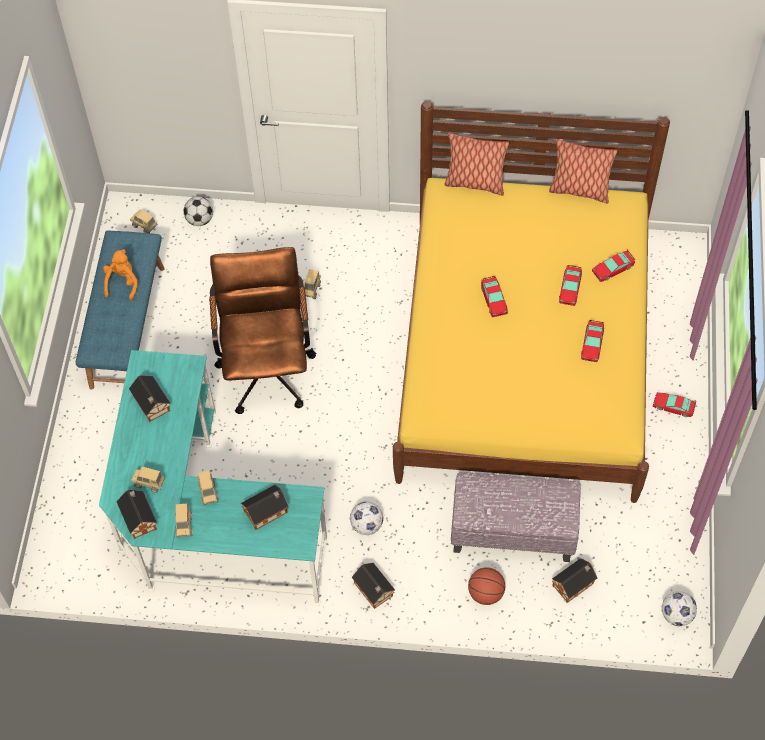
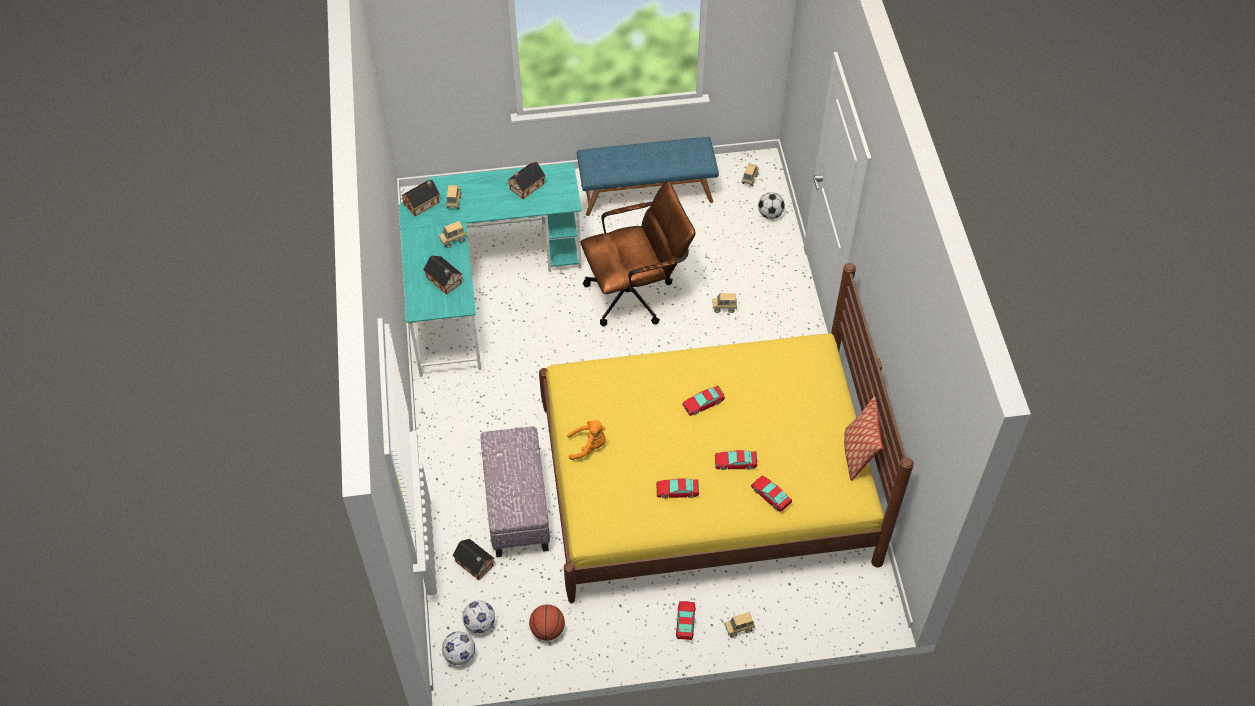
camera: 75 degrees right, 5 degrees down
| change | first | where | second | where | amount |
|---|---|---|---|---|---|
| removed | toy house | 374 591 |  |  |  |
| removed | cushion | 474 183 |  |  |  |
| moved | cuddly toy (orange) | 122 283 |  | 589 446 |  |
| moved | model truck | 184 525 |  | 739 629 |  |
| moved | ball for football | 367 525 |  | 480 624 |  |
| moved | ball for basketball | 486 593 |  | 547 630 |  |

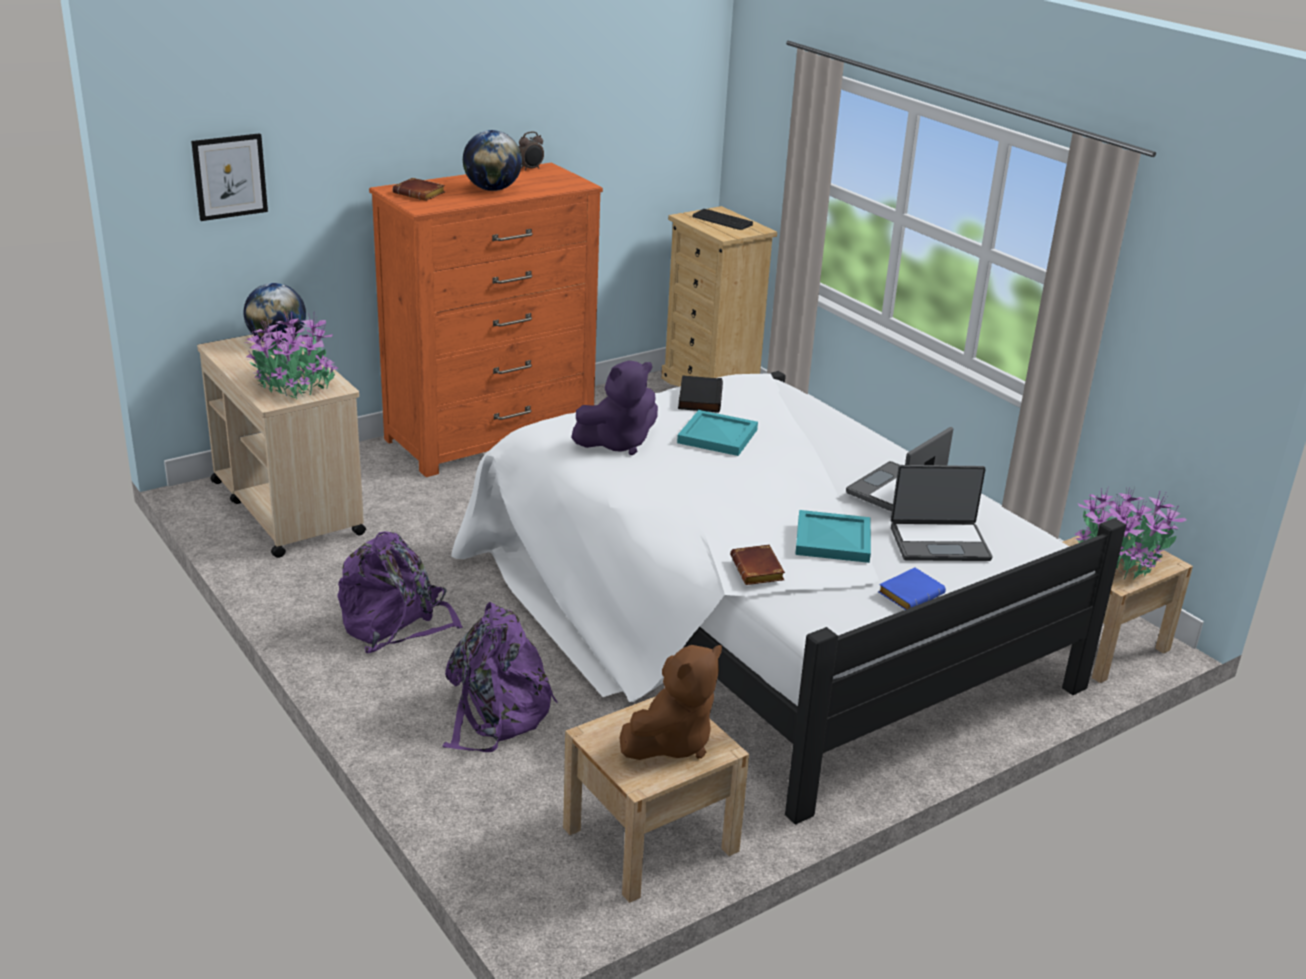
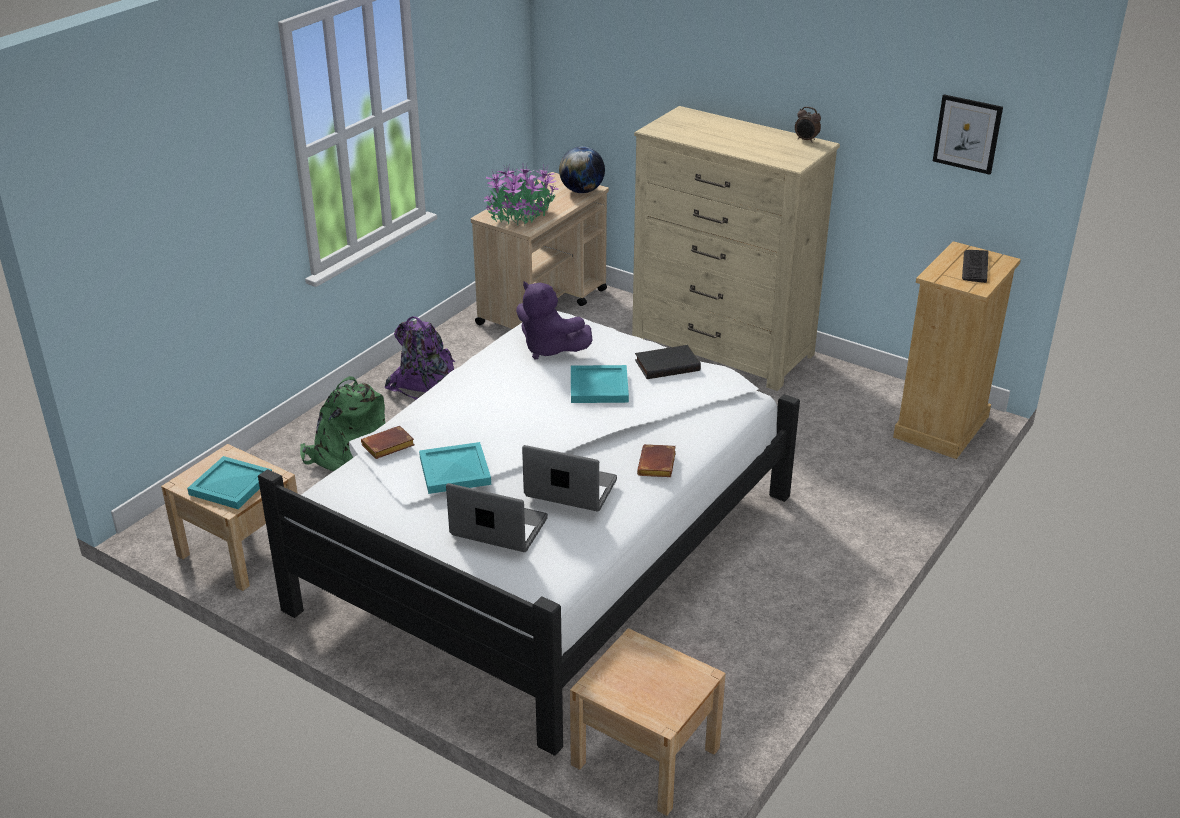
camera: 70 degrees right, 5 degrees up
| change | first | where | second | where | amount |
|---|---|---|---|---|---|
| removed | world globe | 492 189 |  |  |  |
| removed | volume (blue-coloured) | 910 593 |  |  |  |
| removed | potted plant | 1118 560 |  |  |  |
| moved | picture | 229 176 |  | 967 134 |  |
| moved | volume (brown) | 421 194 |  | 658 466 |  |
| replaced | cuddly toy (brown) | 671 742 | carrying tray (turquoise) | 229 485 |  |
| recoloured | dresser (orange) | 490 437 | dresser (beige-coloured) | 722 349 |  |
| recoloured | knapsack (purplish) | 495 713 | knapsack (green-coloured) | 348 454 |  |
| turned | laptop | 939 542 |  | 498 528 | 135 degrees clockwise |

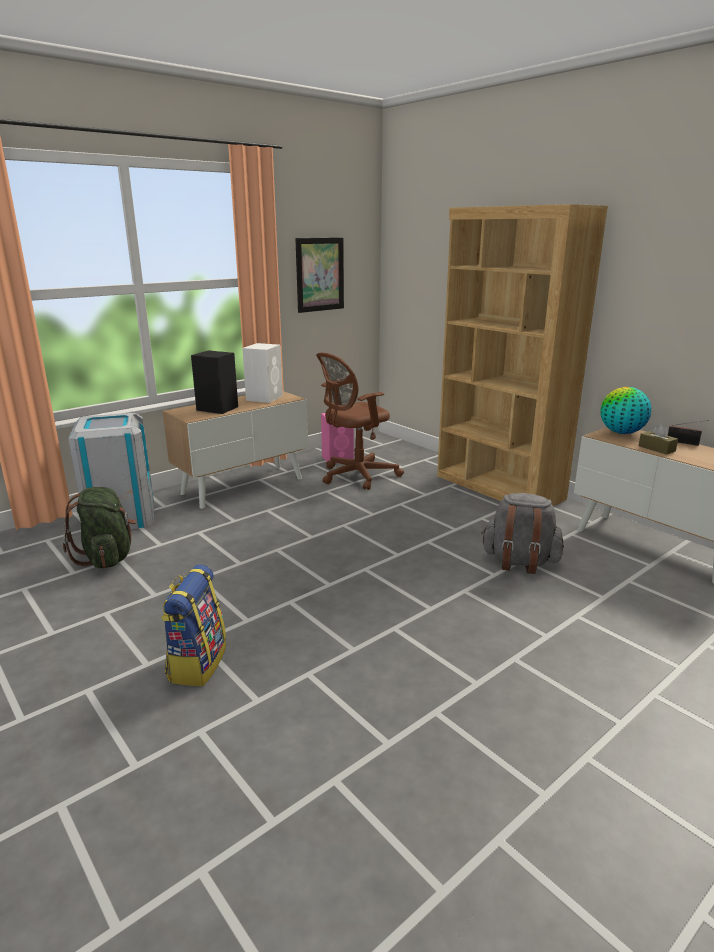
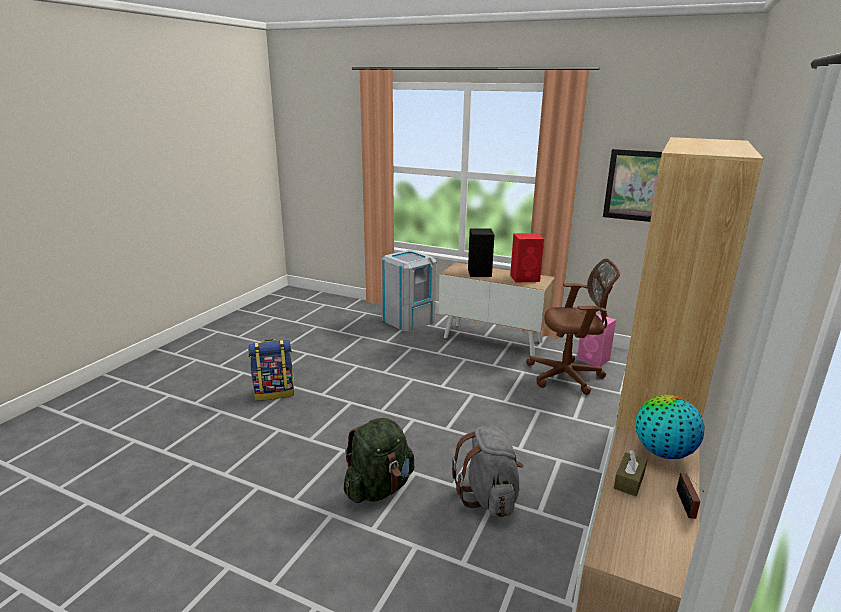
camera: 65 degrees right, 0 degrees up
| change | first | where | second | where | amount |
|---|---|---|---|---|---|
| moved | knapsack (green-coloured) | 107 557 |  | 379 488 |  |
| recoloured | speaker (white-coloured) | 265 397 | speaker (red-coloured) | 525 278 |  |
| turned | desk chair (brown) | 356 476 |  | 568 376 | 150 degrees clockwise |

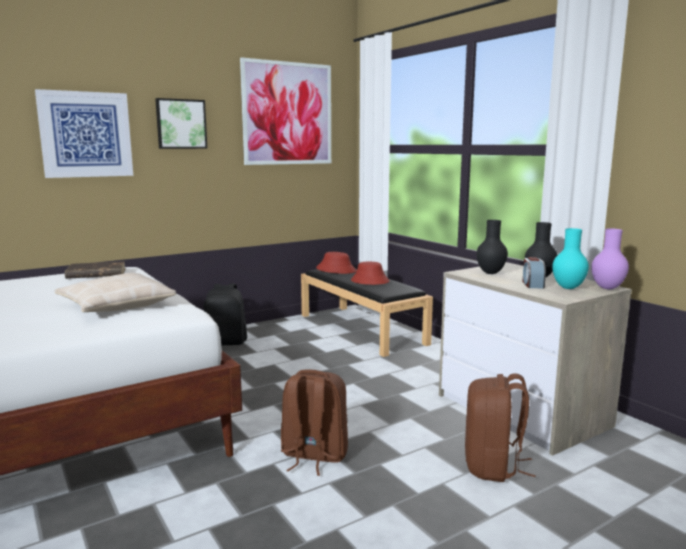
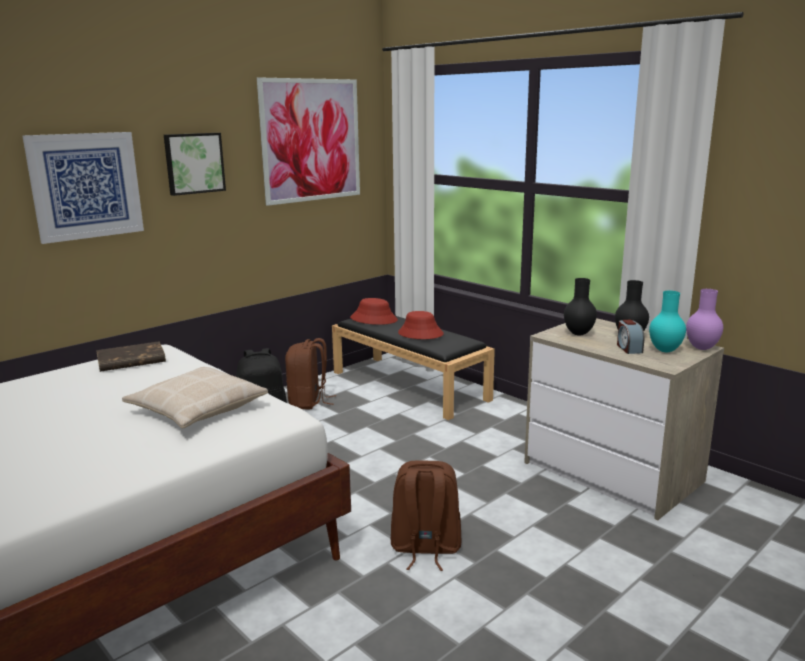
camera: 10 degrees left, 5 degrees up
| change | first | where | second | where | amount |
|---|---|---|---|---|---|
| moved | knapsack (brown) | 493 466 |  | 309 402 |  |

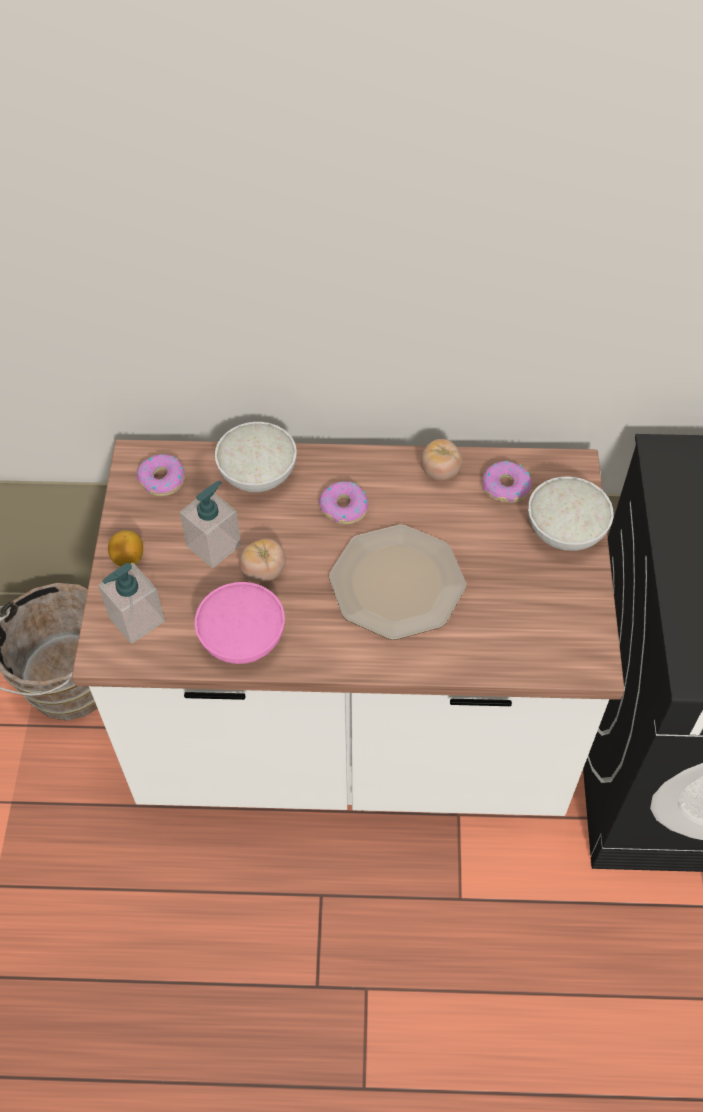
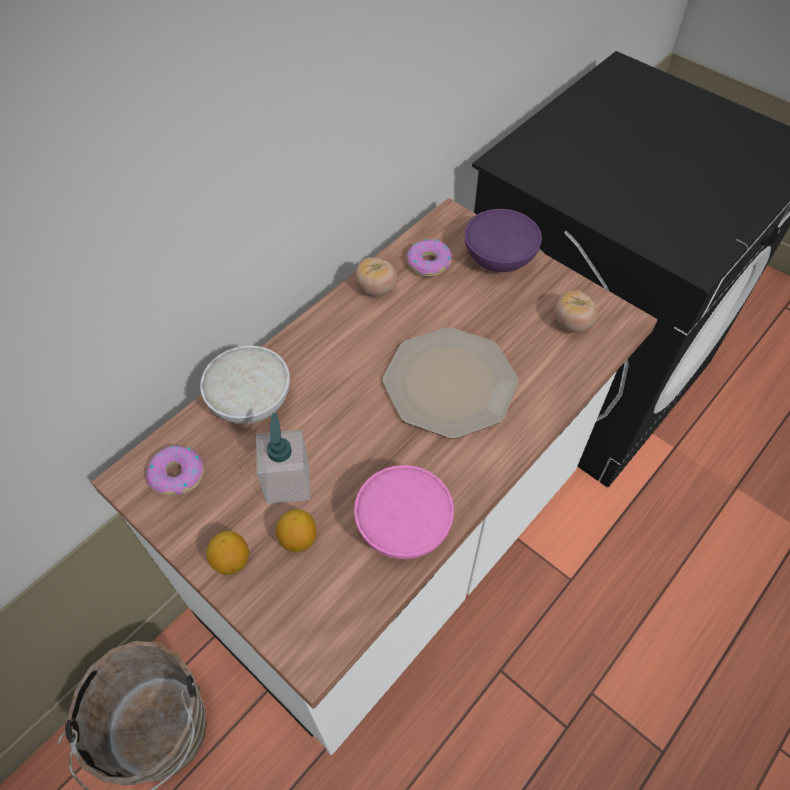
camera: 50 degrees left, 0 degrees up
| change | first | where | second | where | amount |
|---|---|---|---|---|---|
| removed | liquid soap bottle | 136 619 |  |  |  |
| removed | doughnut | 344 507 |  |  |  |
| added |  |  | citrus fruit | 298 539 |  |
| moved | whole tomato | 264 572 |  | 572 324 |  |
| recoloured | deep dish (white-coloured) | 565 532 | deep dish (purplish) | 500 259 |  |

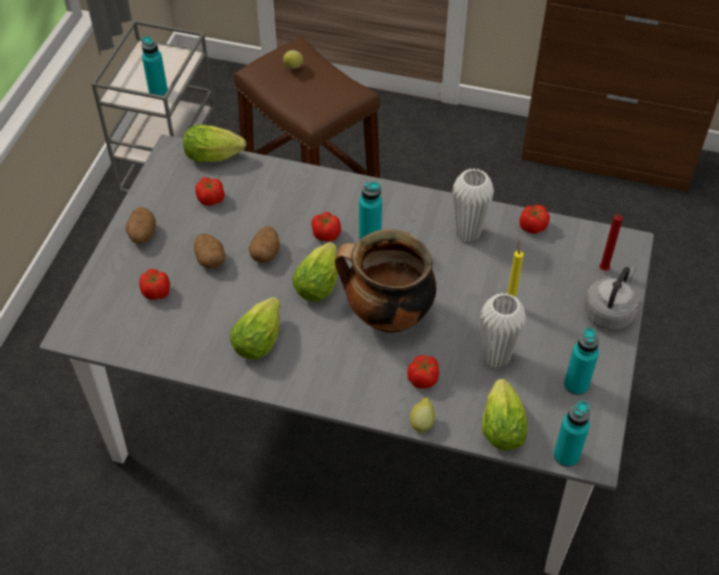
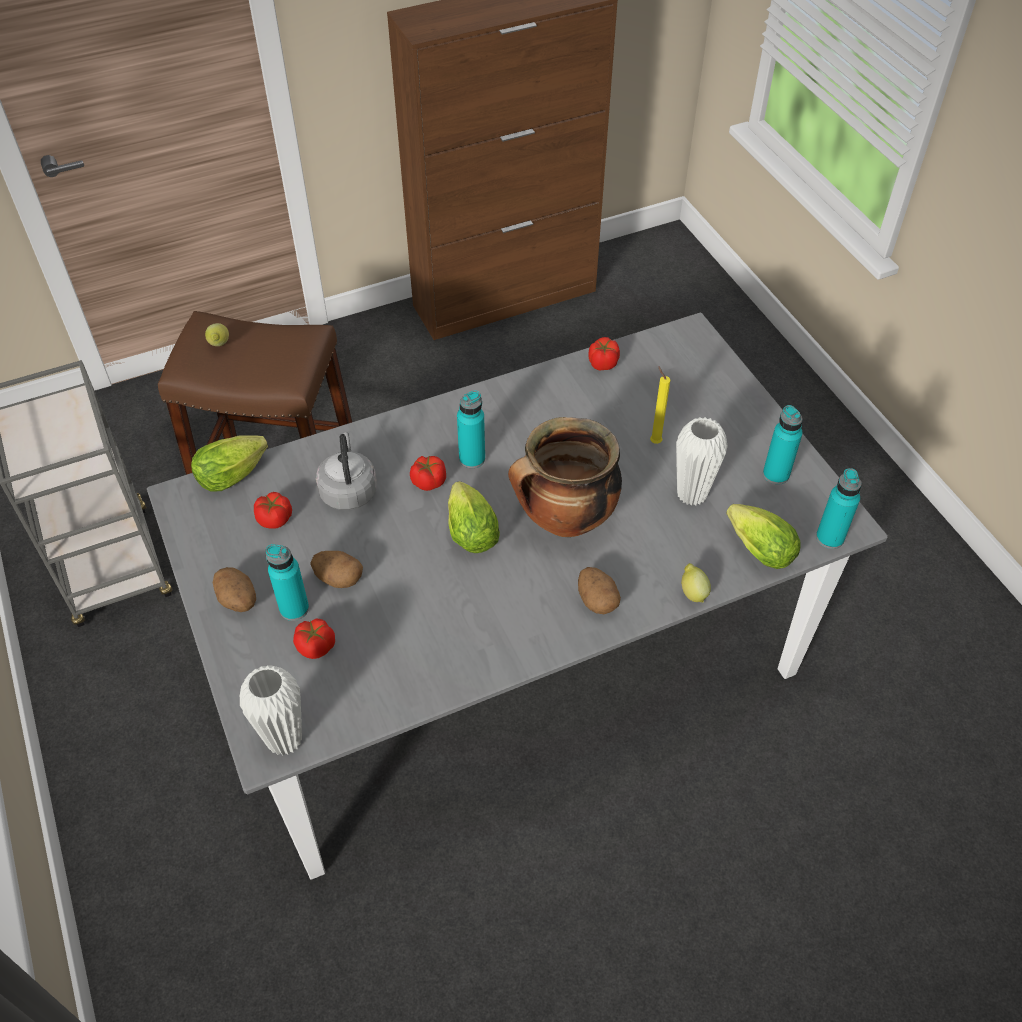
camera: 40 degrees left, 0 degrees up
| change | first | where | second | where | amount |
|---|---|---|---|---|---|
| removed | lettuce head | 260 338 |  |  |  |
| removed | whole tomato | 423 379 |  |  |  |
| removed | candle (red-coloured) | 602 270 |  |  |  |
| moved | bottle (turquoise) | 158 91 |  | 294 608 |  |
| moved | whole potato | 265 253 |  | 597 600 |  |
| moved | flower vase (white-coloured) | 468 233 |  | 284 740 |  |
| moved | water kettle (gray) | 609 312 |  | 348 490 |  |

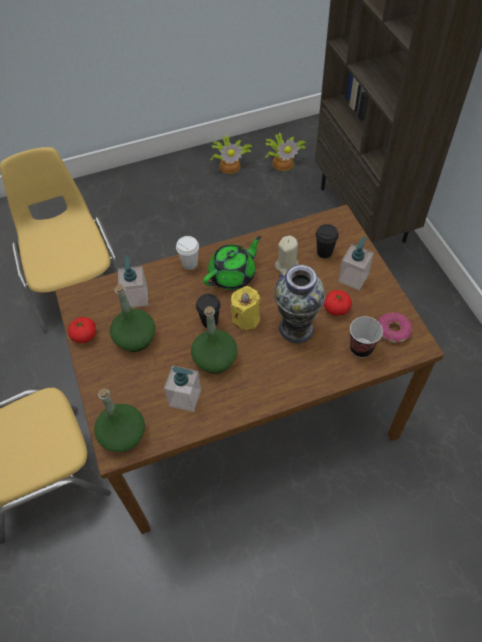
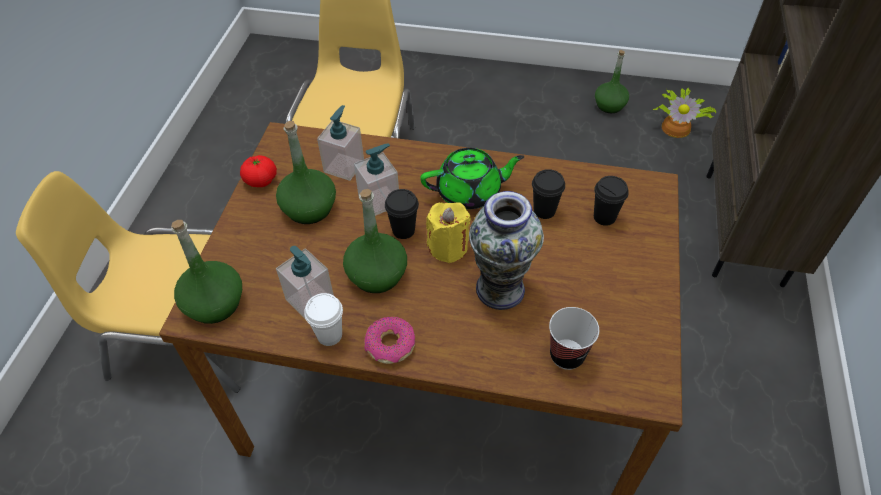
camera: 30 degrees right, 5 degrees down
| change | first | where | second | where | amount |
|---|---|---|---|---|---|
| removed | whole tomato | 336 308 |  |  |  |
| moved | drinking cup (white-coloured) | 190 264 |  | 329 335 |  |
| moved | liquid soap bottle | 353 278 |  | 379 201 |  |
| moved | doughnut | 393 331 |  | 390 345 |  |
| replaced | potted plant | 230 165 | bottle (green-coloured) | 609 105 |  |
| replaced | candle (beige-coloured) | 287 265 | drinking cup (black) | 544 211 |  |

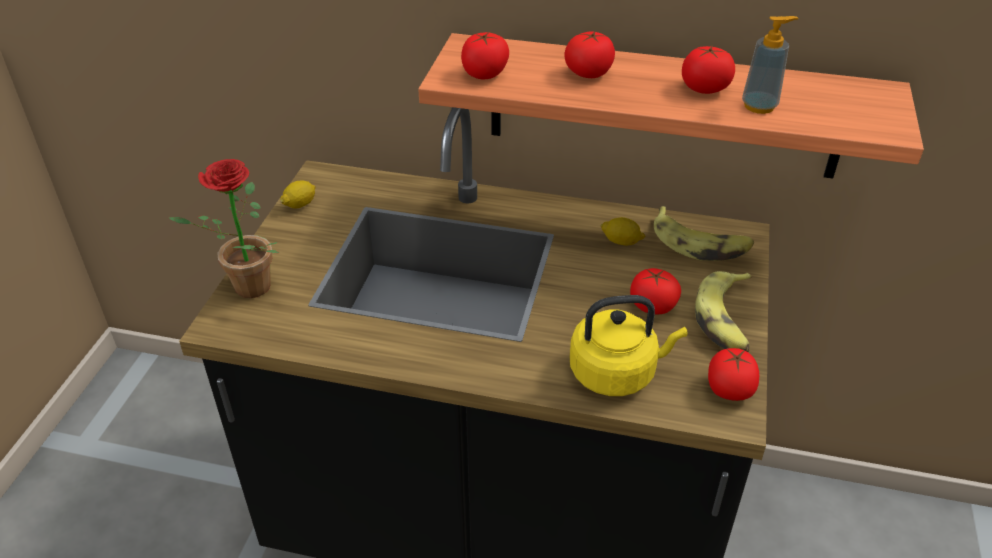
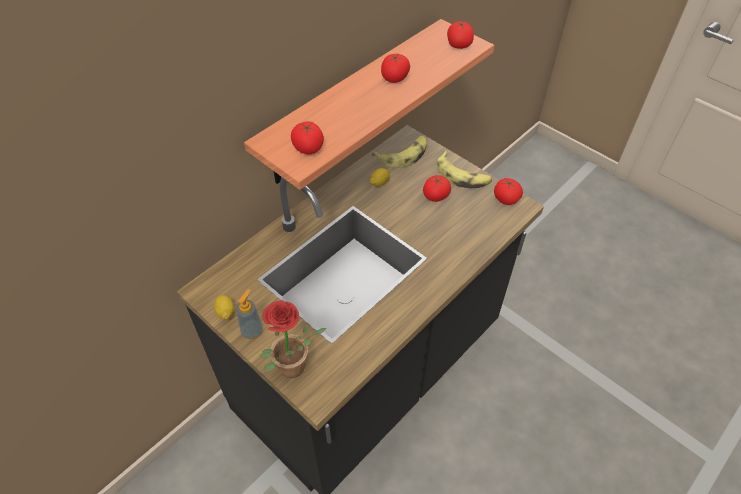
camera: 60 degrees left, 10 degrees up
| change | first | where | second | where | amount |
|---|---|---|---|---|---|
| removed | water kettle (yellow-coloured) | 617 372 |  |  |  |
| moved | whole tomato | 588 73 |  | 458 45 |  |
| moved | liquid soap bottle | 759 106 |  | 252 331 |  |

